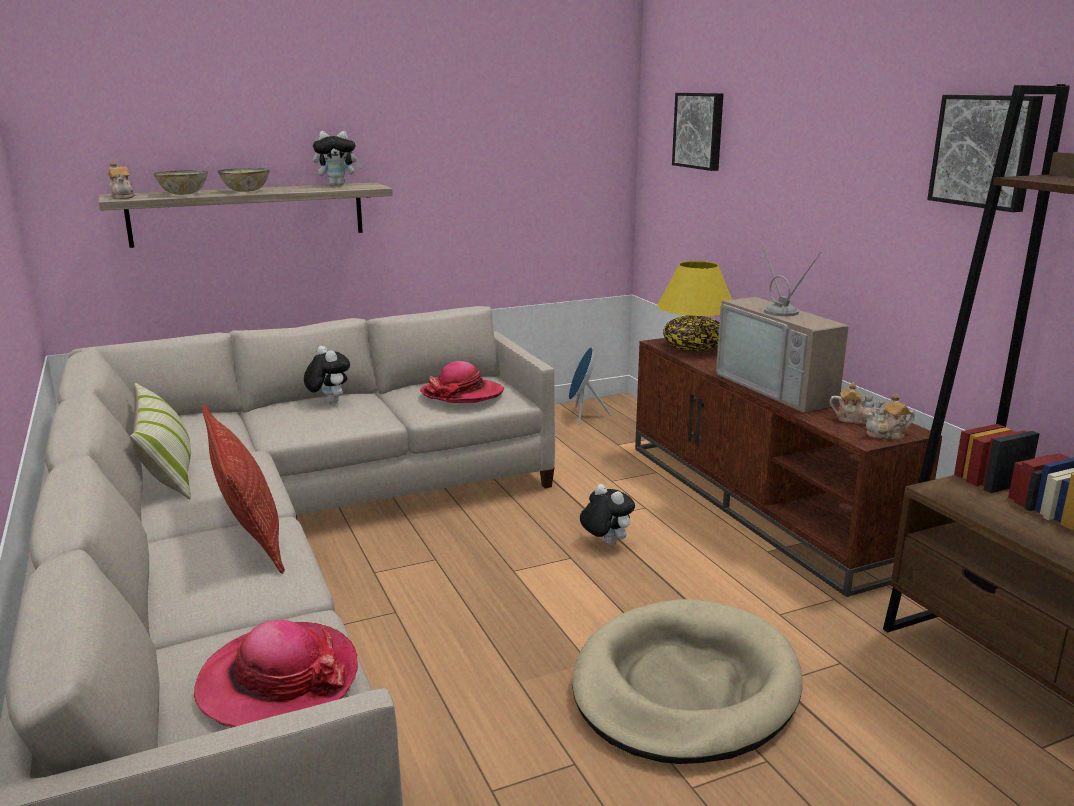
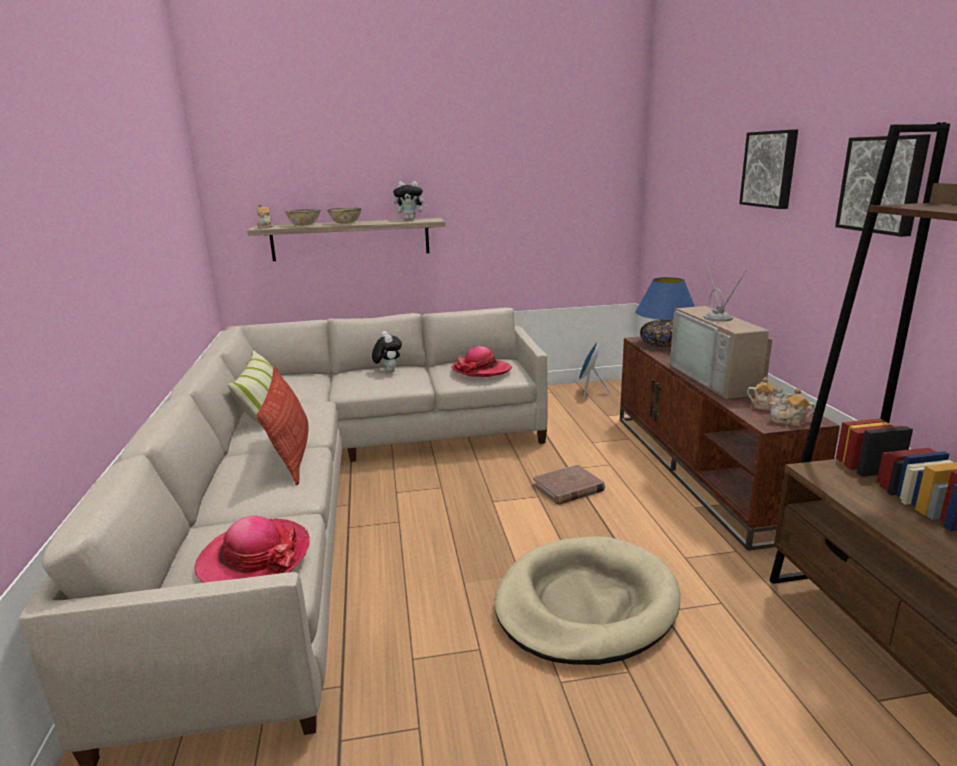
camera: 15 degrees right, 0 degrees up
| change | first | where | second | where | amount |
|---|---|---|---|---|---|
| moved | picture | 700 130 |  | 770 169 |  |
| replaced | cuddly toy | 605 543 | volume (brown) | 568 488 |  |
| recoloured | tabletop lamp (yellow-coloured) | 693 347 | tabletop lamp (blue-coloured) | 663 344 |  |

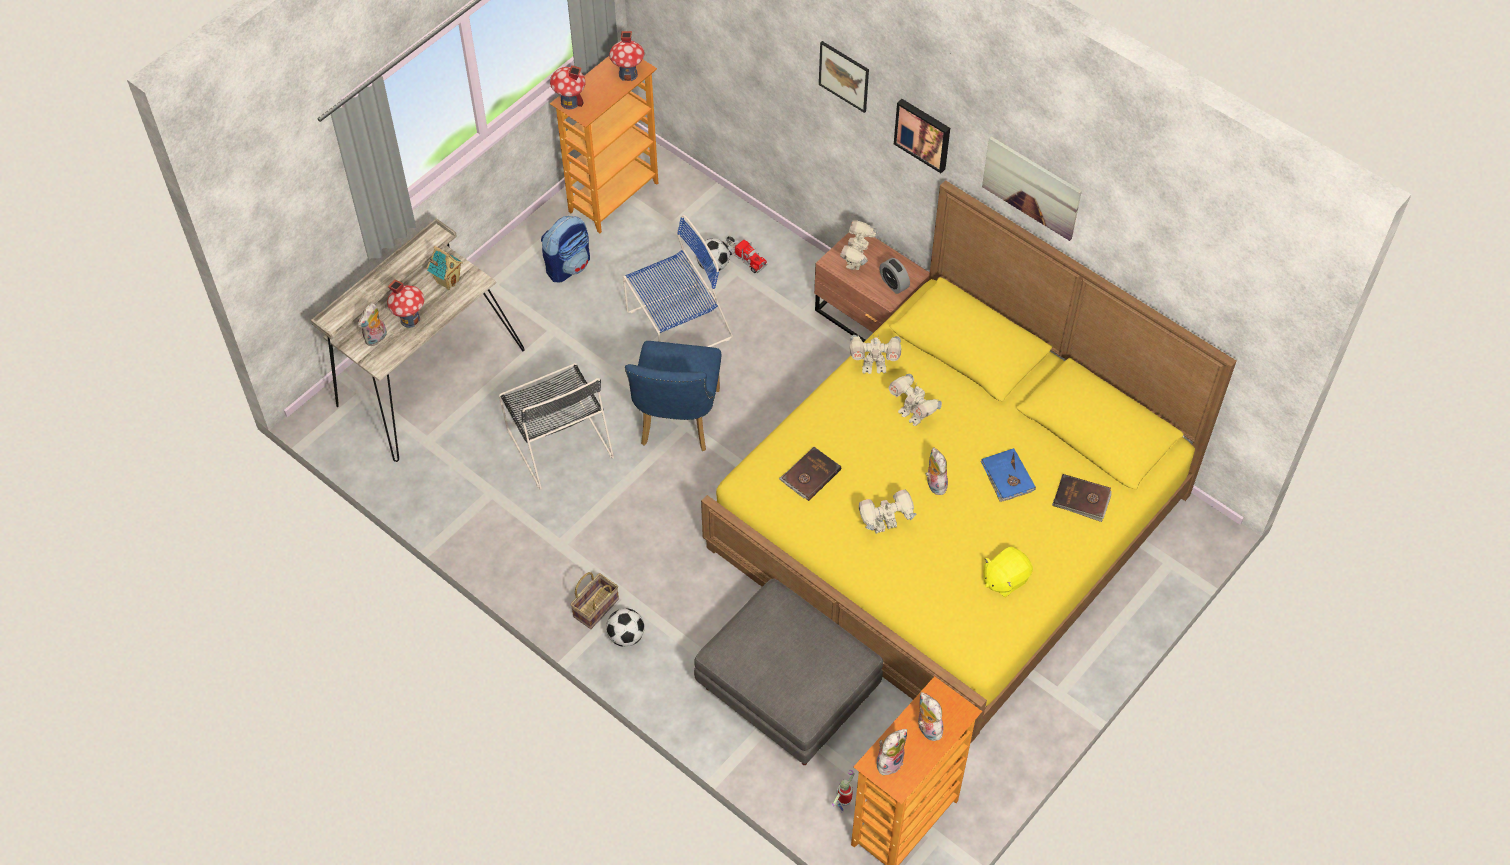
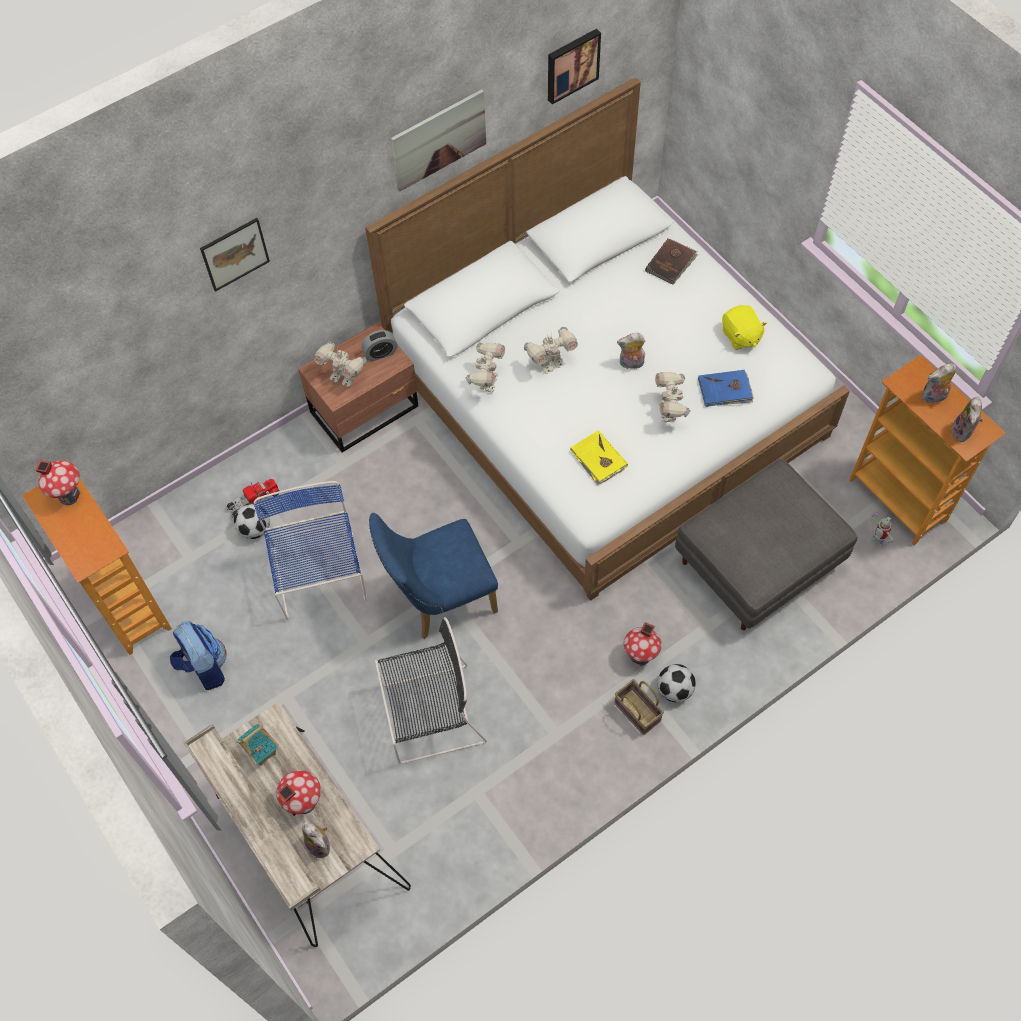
camera: 75 degrees left, 5 degrees up
| change | first | where | second | where | amount |
|---|---|---|---|---|---|
| moved | toy house | 570 102 |  | 640 656 |  |
| moved | picture | 923 134 |  | 571 64 |  |
| moved | volume (blue-coloured) | 1007 477 |  | 725 390 |  |
| recoloured | sleeping bed (yellow-coloured) | 949 519 | sleeping bed (white-coloured) | 606 399 |  |
| recoloured | volume (brown) | 810 475 | volume (yellow-coloured) | 598 459 |  |
| turned | chair (blue-coloured) | 676 423 |  | 439 599 | 135 degrees clockwise |
| turned | cuddly toy | 889 761 |  | 963 432 | 135 degrees counterclockwise |

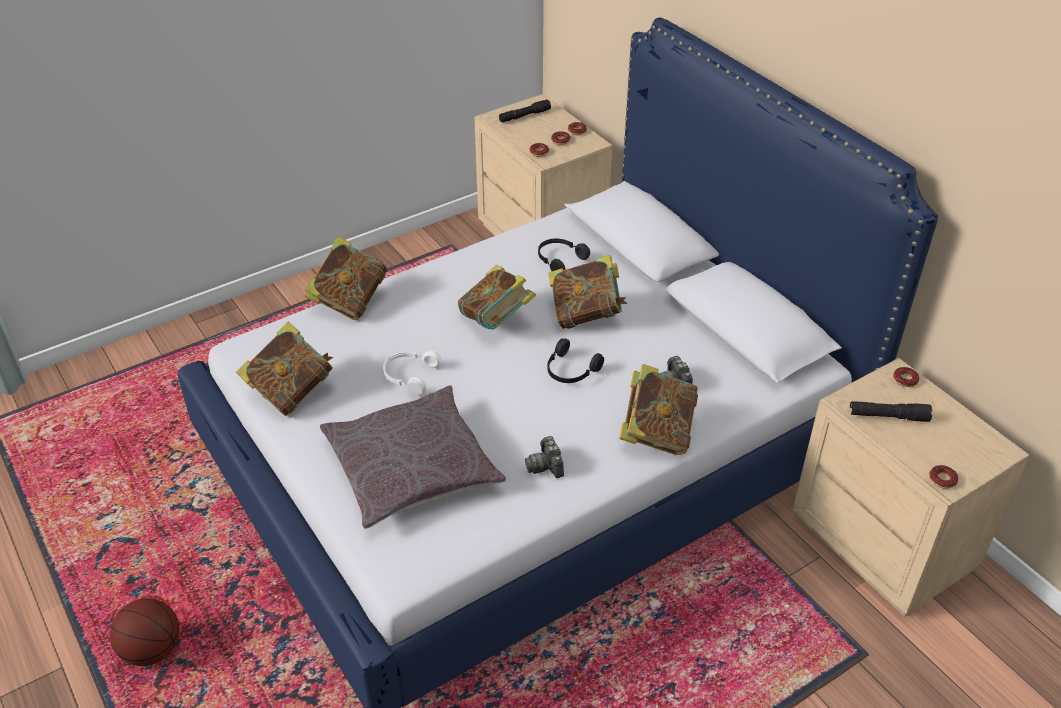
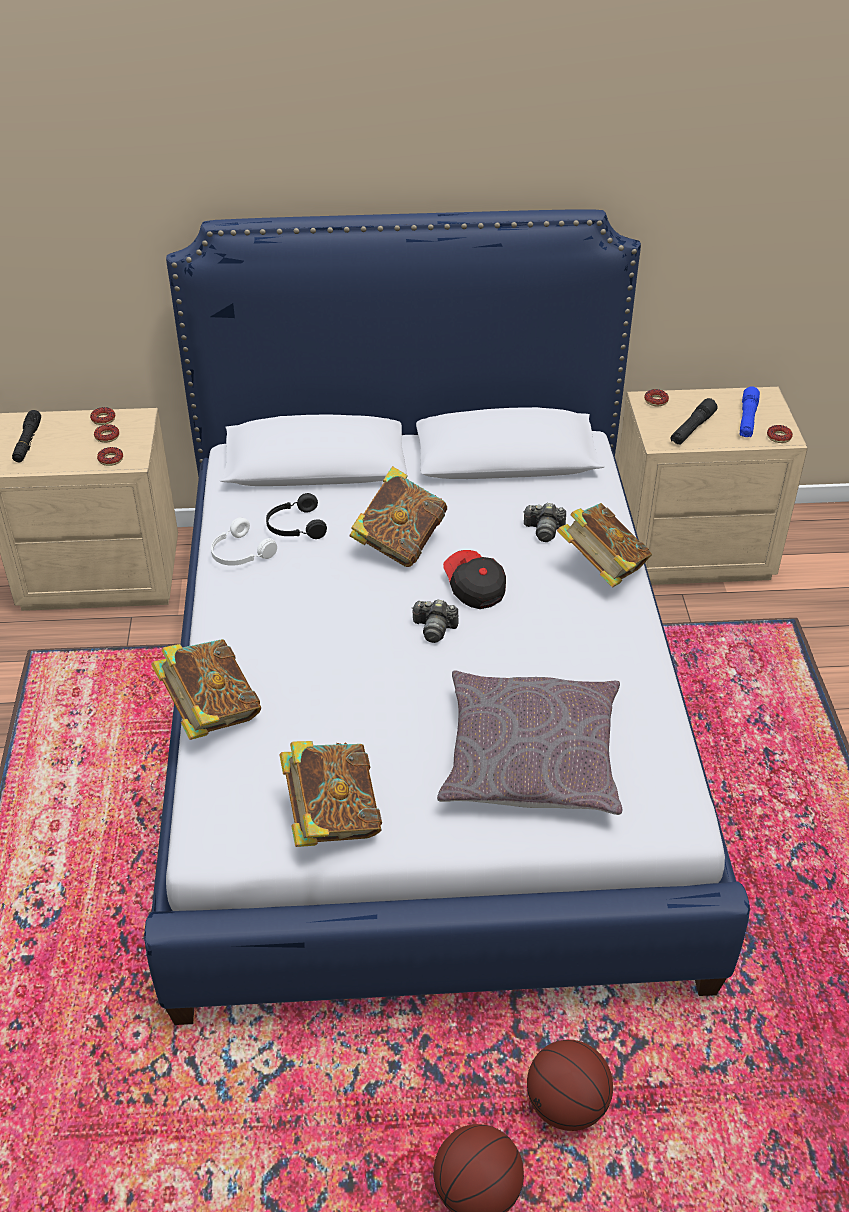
camera: 60 degrees left, 0 degrees up
| change | first | where | second | where | amount |
|---|---|---|---|---|---|
| removed | volume | 496 321 |  |  |  |
| added |  |  | ball for basketball | 566 1105 |  |
| added |  |  | flashlight (blue-coloured) | 747 419 |  |
| moved | headphones (white-coloured) | 409 376 |  | 240 554 |  |
| moved | still camera | 546 465 |  | 434 629 |  |
| replaced | headphones (black) | 570 371 | baseball cap | 474 588 |  |

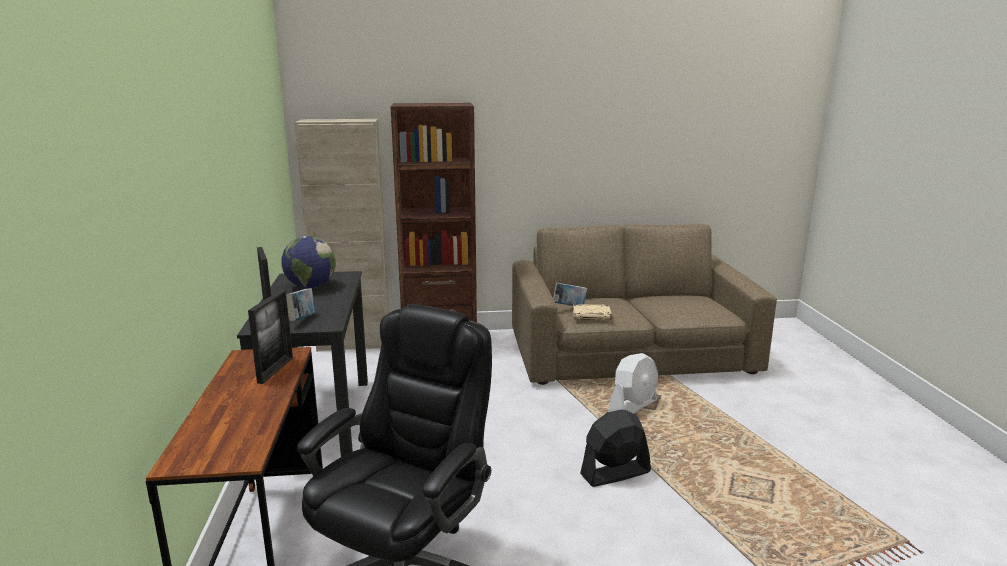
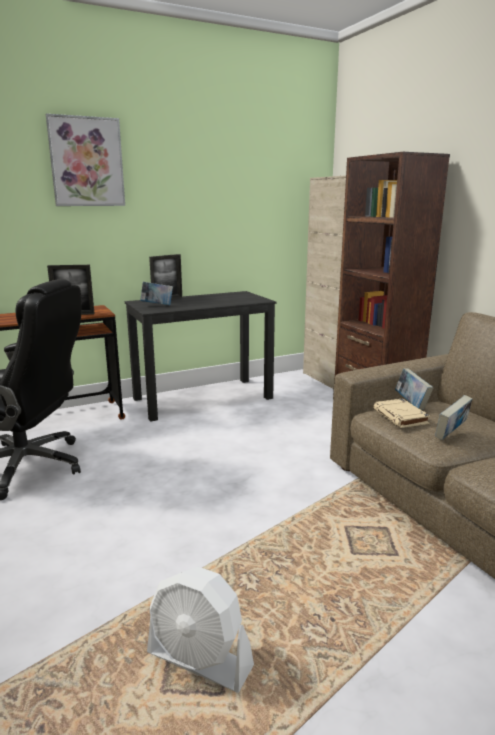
camera: 70 degrees right, 0 degrees up
| change | first | where | second | where | amount |
|---|---|---|---|---|---|
| removed | world globe | 311 287 |  |  |  |
| removed | cooling fan (black) | 615 473 |  |  |  |
| added |  |  | picture | 86 162 |  |
| added |  |  | volume | 451 434 |  |
| moved | cooling fan (white-coloured) | 633 407 |  | 200 660 |  |

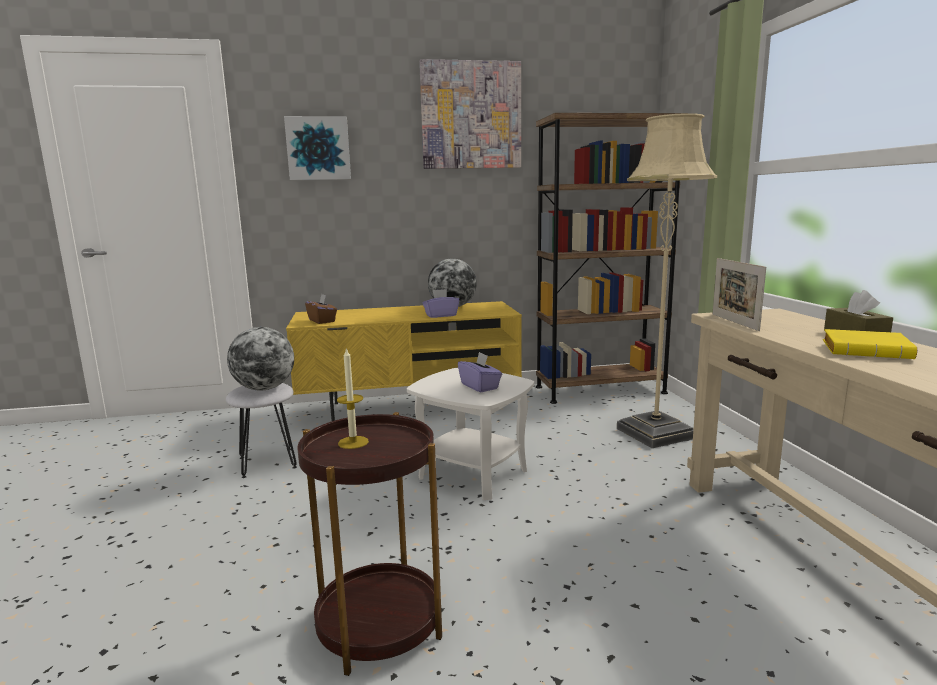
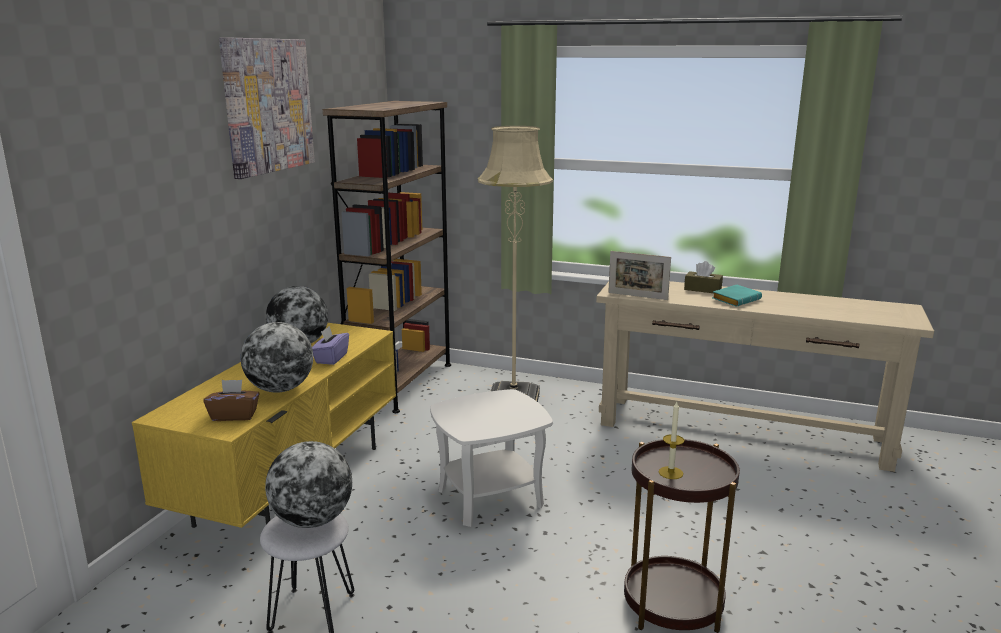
camera: 60 degrees left, 5 degrees up
| change | first | where | second | where | amount |
|---|---|---|---|---|---|
| removed | picture | 318 148 |  |  |  |
| removed | box of tissues (purplish) | 480 386 |  |  |  |
| added |  |  | world globe | 280 389 |  |
| recoloured | volume (yellow-coloured) | 868 351 | volume (turquoise) | 736 299 |  |

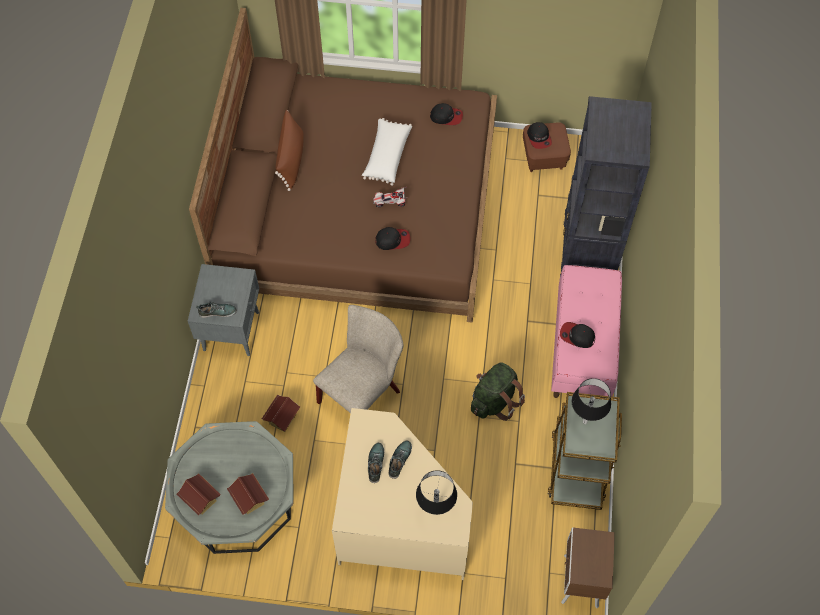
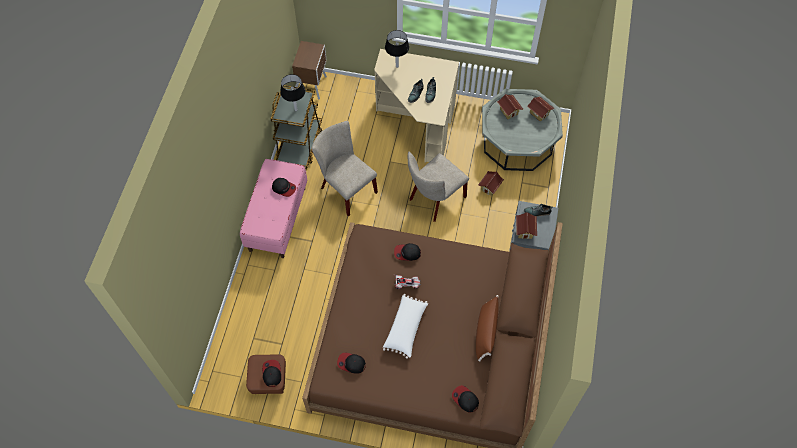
camera: 175 degrees left, 0 degrees up
| change | first | where | second | where | amount |
|---|---|---|---|---|---|
| removed | bookcase (black) | 587 255 |  |  |  |
| added |  |  | baseball cap | 465 399 |  |
| added |  |  | toy house | 525 231 |  |
| replaced | knapsack (green-coloured) | 494 401 | chair (beige-coloured) | 345 188 |  |

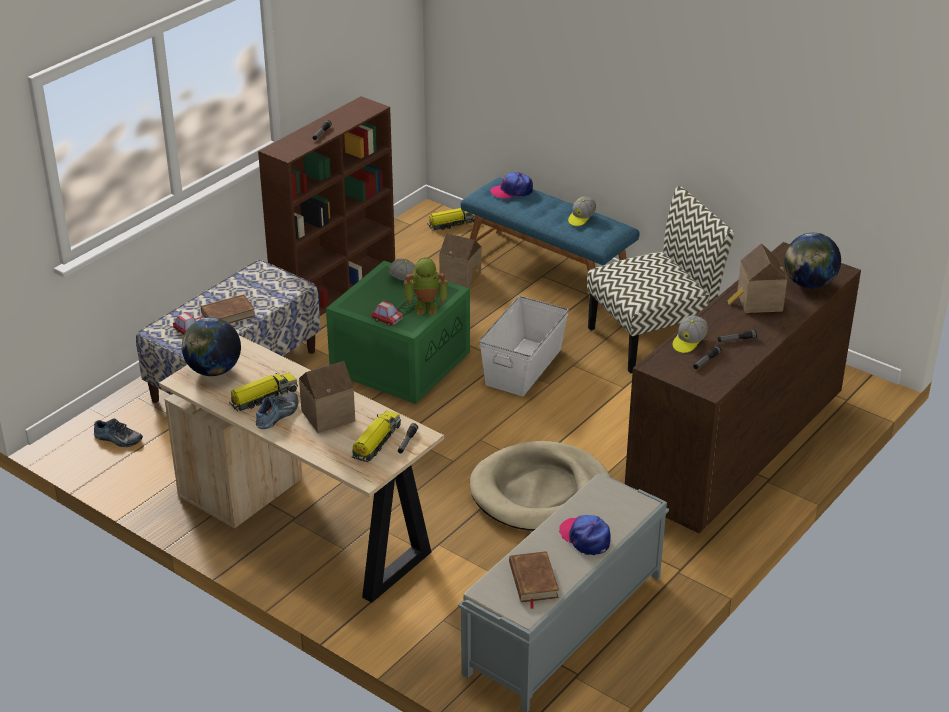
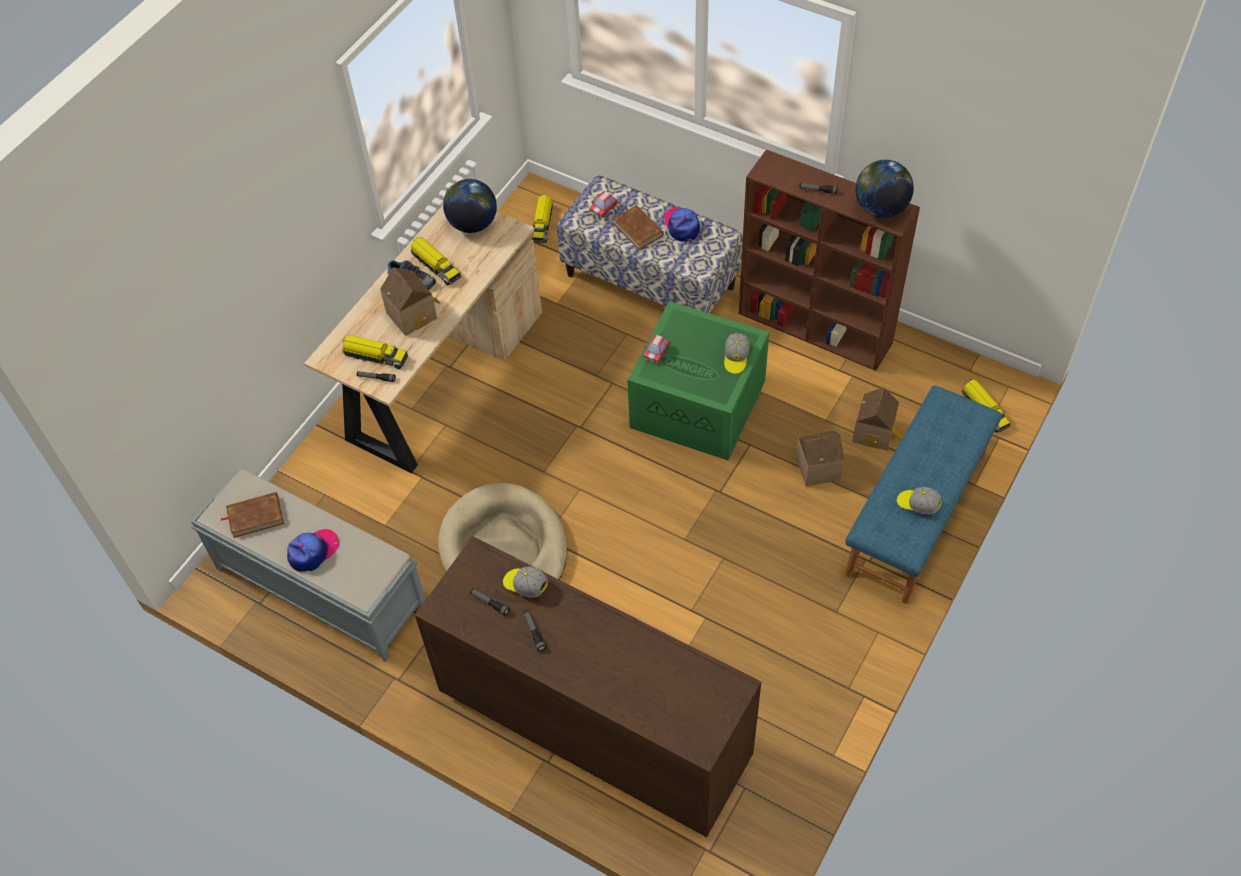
camera: 85 degrees right, 20 degrees up
| change | first | where | second | where | amount |
|---|---|---|---|---|---|
| removed | toy robot | 426 307 |  |  |  |
| removed | storage bin (white-coloured) | 524 366 |  |  |  |
| removed | chair | 652 337 |  |  |  |
| moved | baseball cap | 512 191 |  | 682 225 |  |
| moved | toy house | 757 302 |  | 816 466 |  |
| moved | world globe | 809 284 |  | 880 209 |  |
| replaced | item of footwear | 117 439 | model truck | 542 224 |  |

